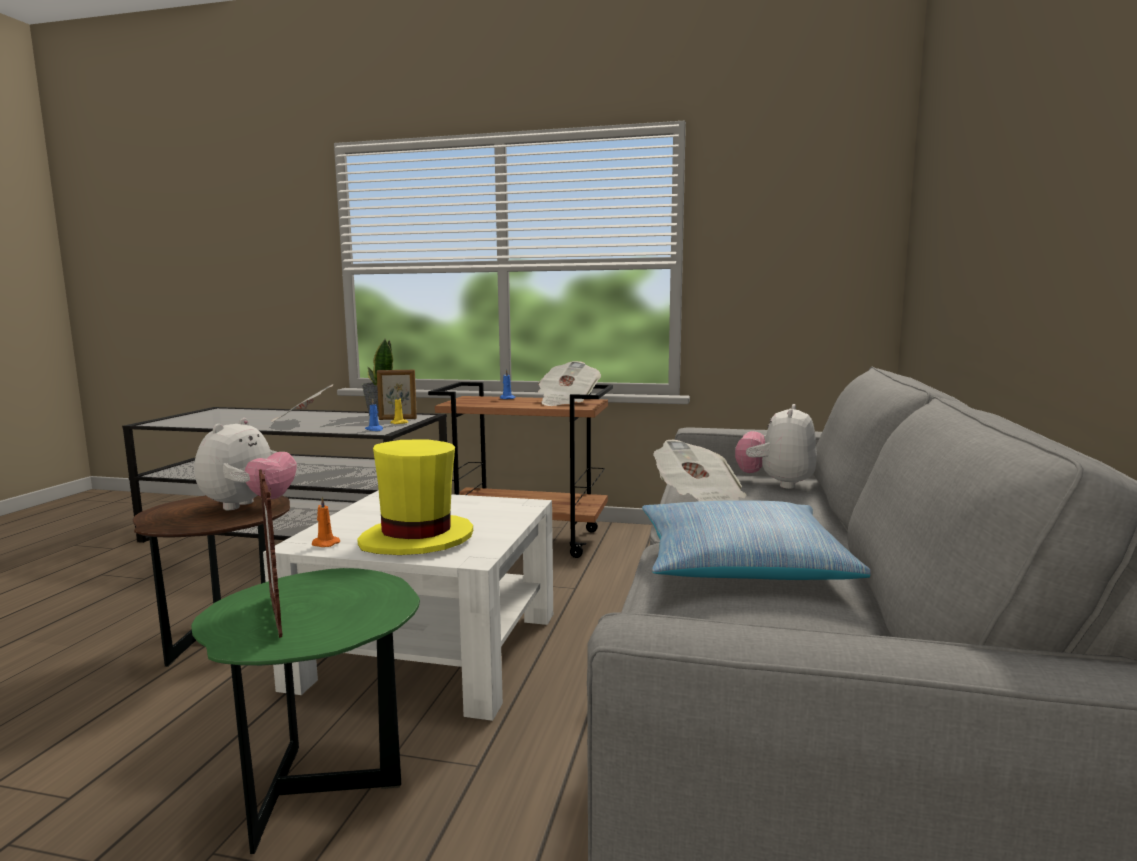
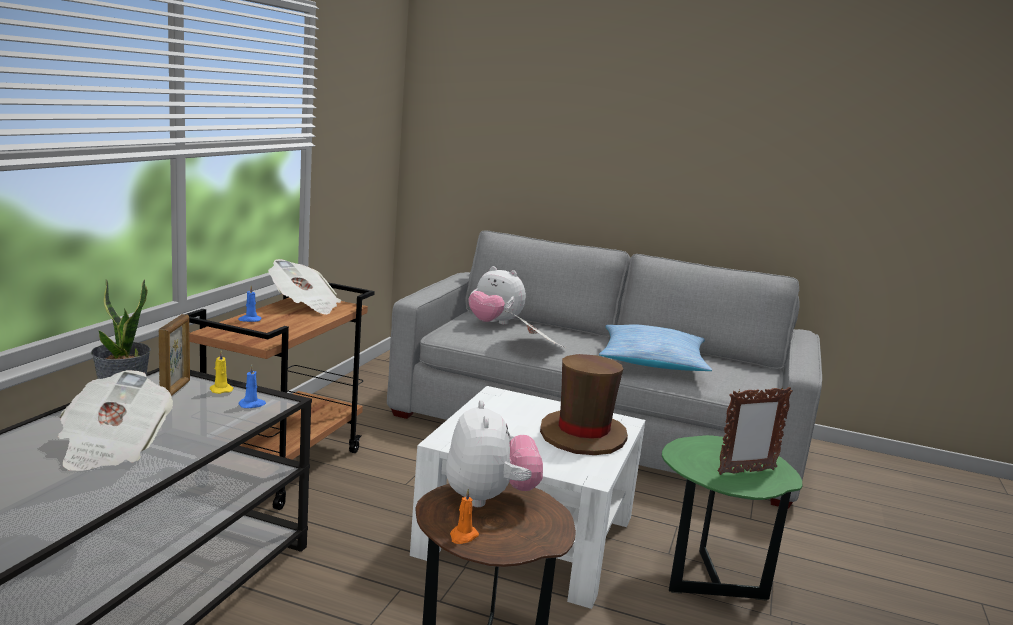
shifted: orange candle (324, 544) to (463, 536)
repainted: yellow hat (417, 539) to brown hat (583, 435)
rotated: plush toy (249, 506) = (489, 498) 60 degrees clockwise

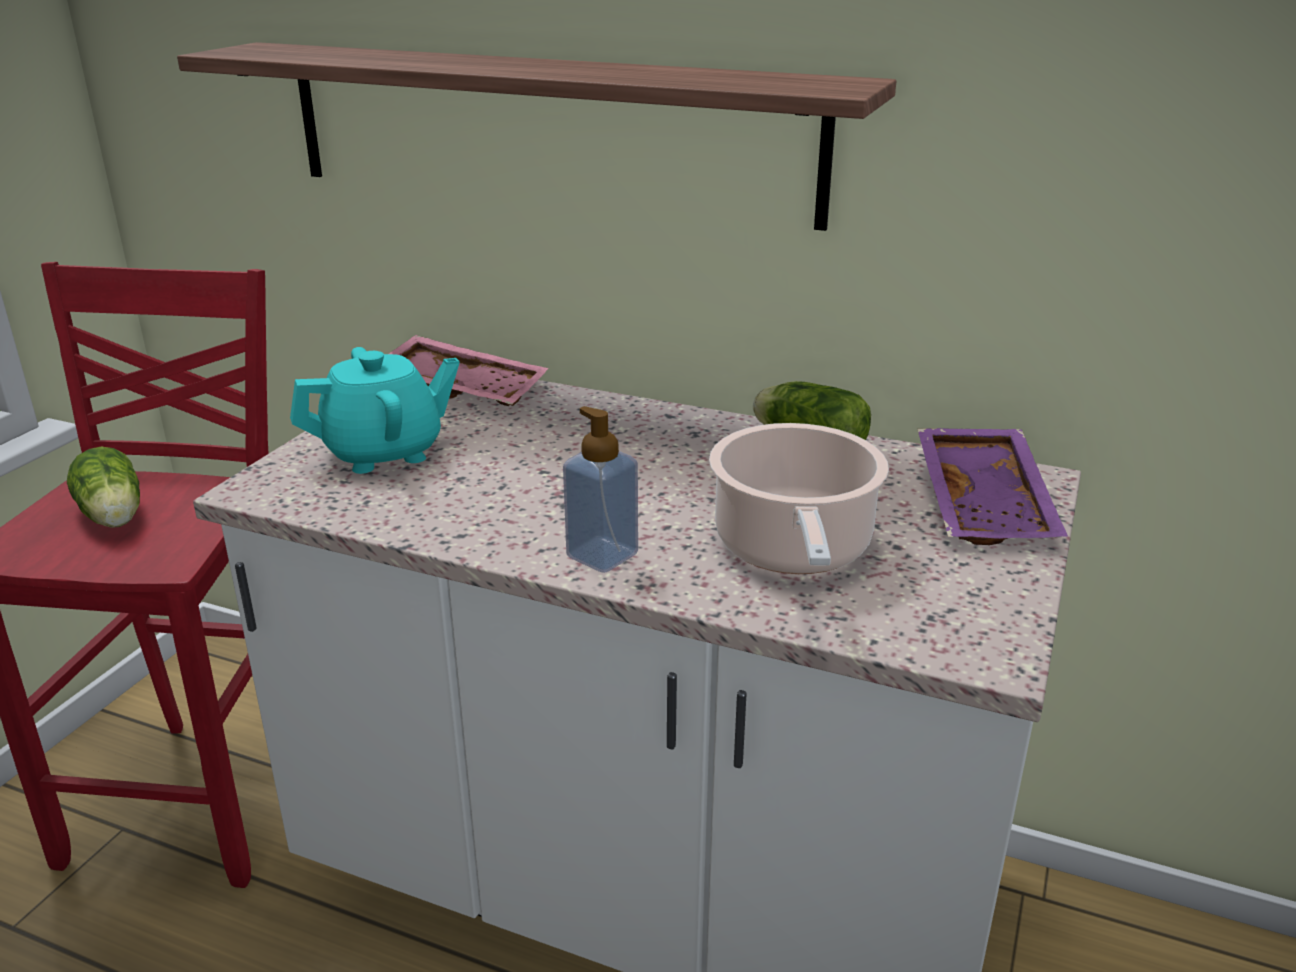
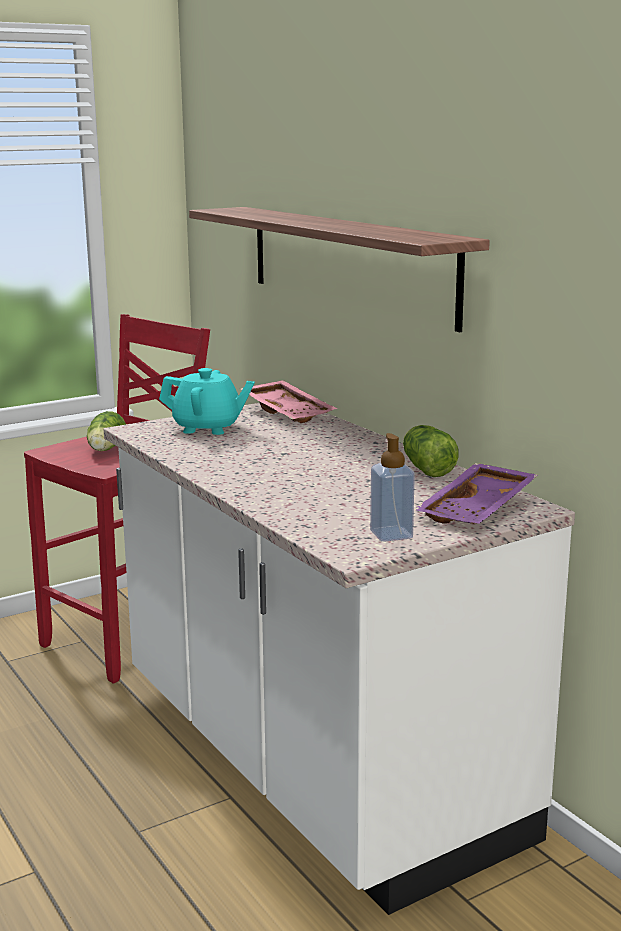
gone: cooking pot (793, 549)
shifted: soap dispenser (602, 555) to (391, 534)

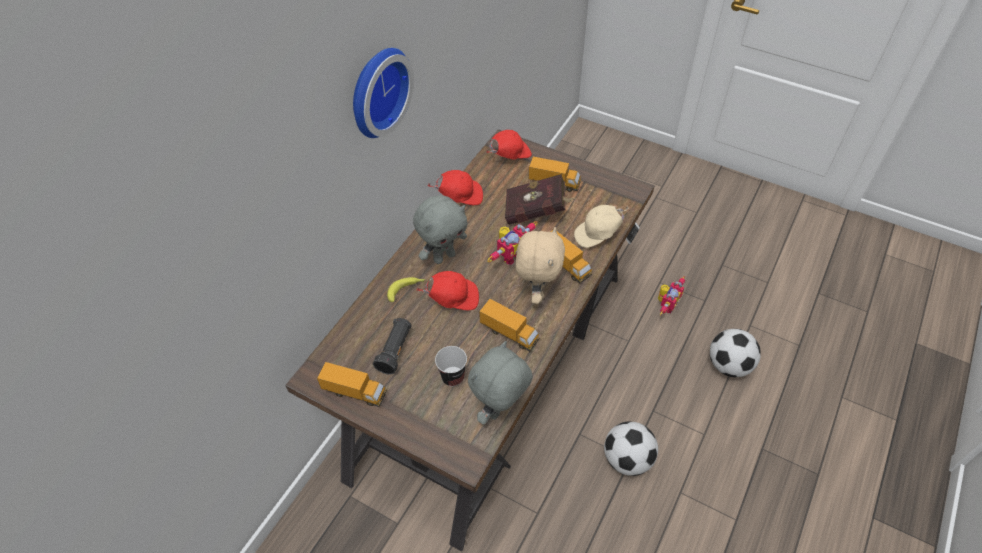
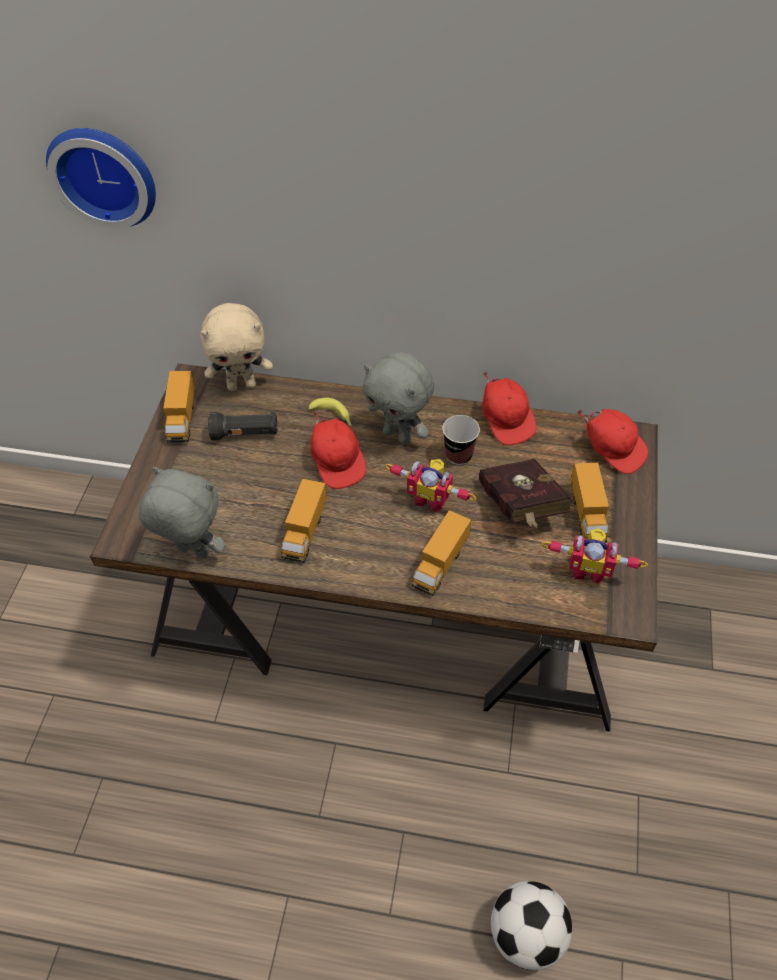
gone: beige cap (598, 235); football (627, 459)
shifted: wall clock (376, 91) to (105, 173); beige plush toy (537, 291) to (242, 385); toy robot (666, 305) to (588, 569); cup (453, 377) to (458, 455)

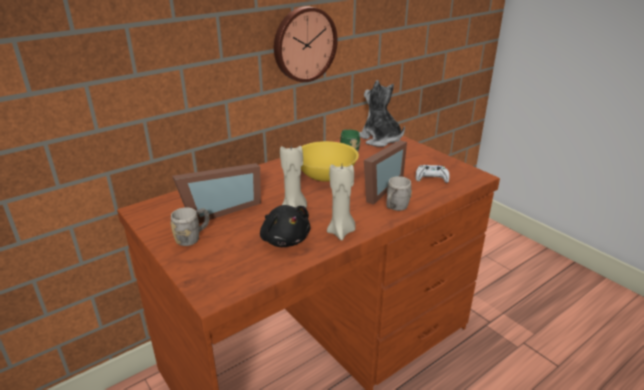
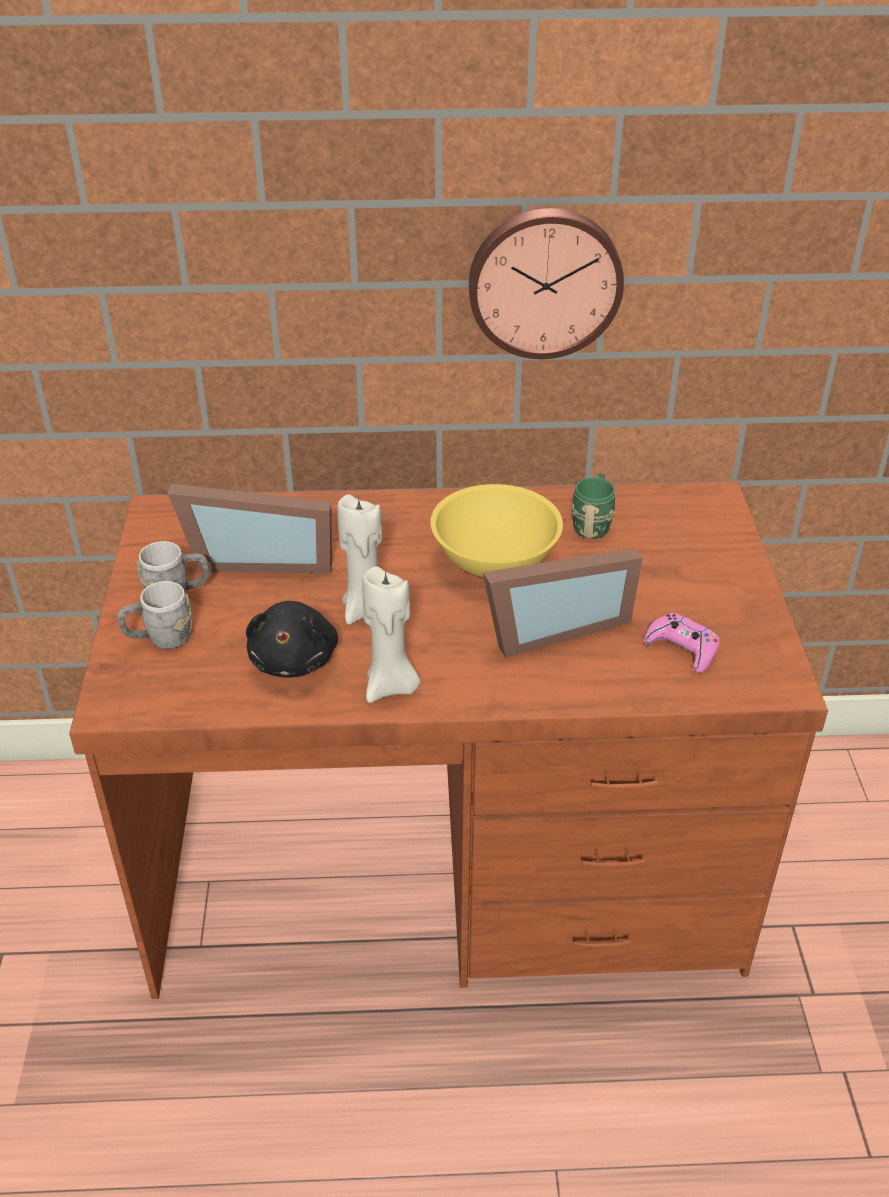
gone: plush toy (380, 139)
shifted: grey mug (395, 208) to (160, 639)
repainted: white game controller (431, 178) to pink game controller (682, 649)

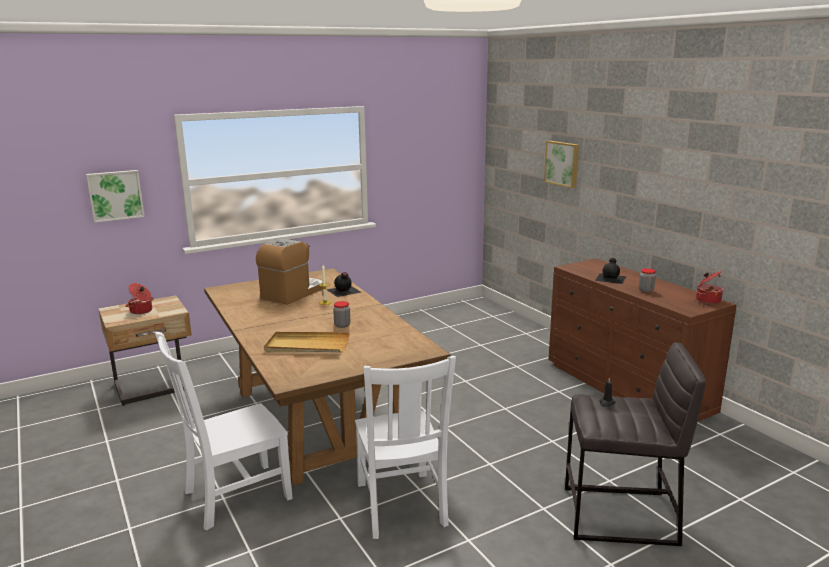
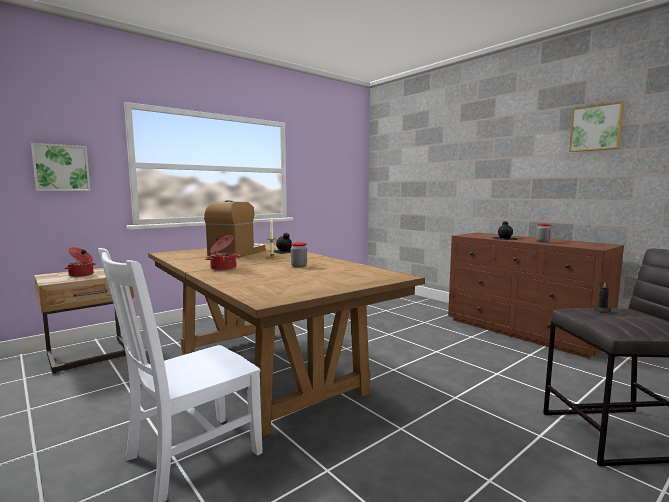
gone: beige tray (307, 346); white chair (401, 506)
shifted: picture (562, 163) to (596, 128); cooking pot (707, 300) to (223, 268)

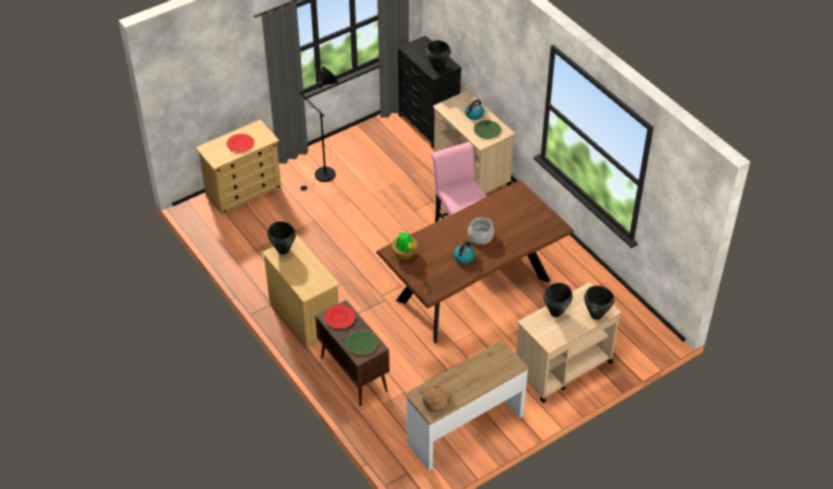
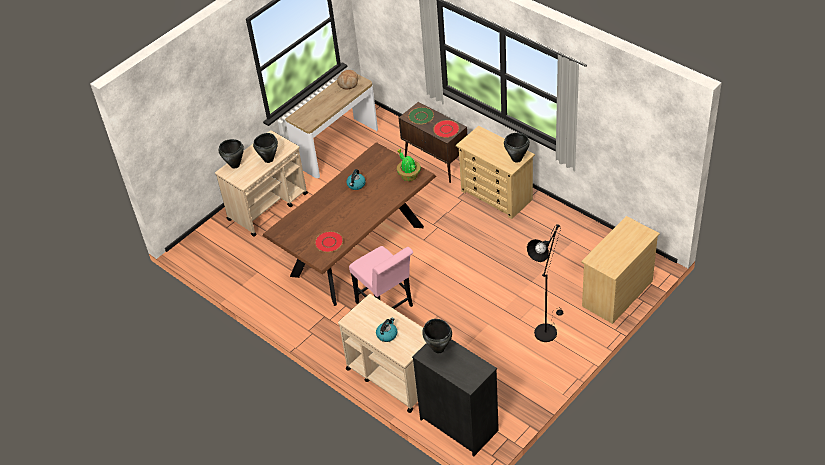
gone: green plate (487, 130); cooking pot (480, 236)
shifted: red plate (240, 143) to (329, 242)

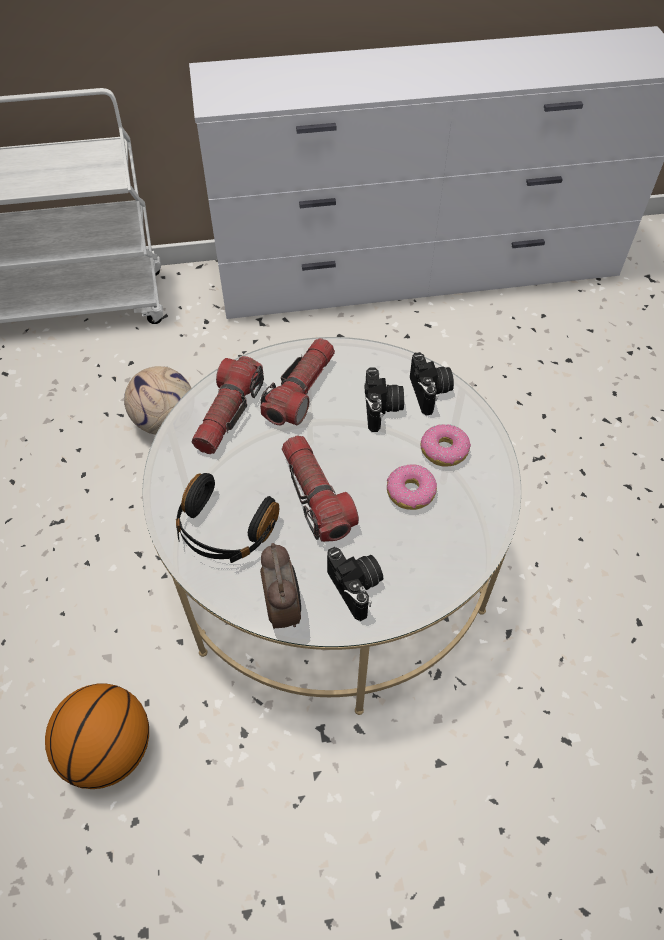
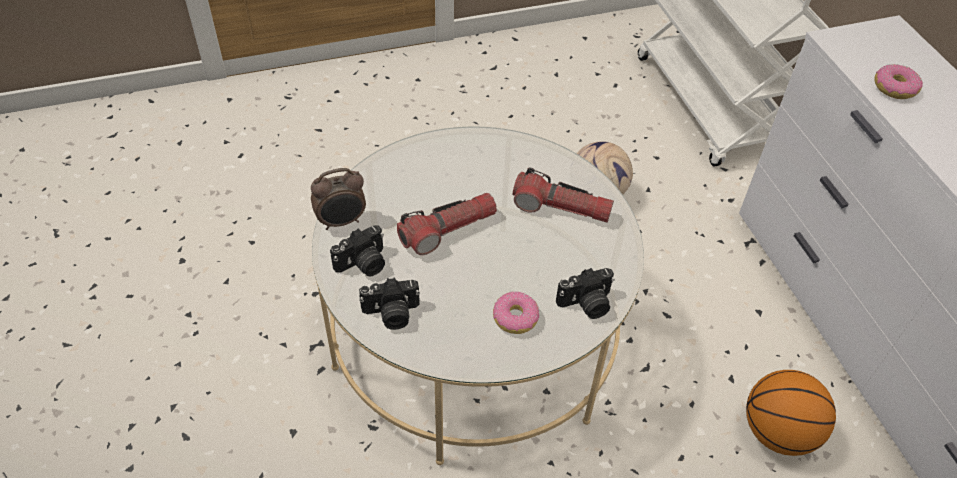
gone: flashlight (228, 414); black headphones (224, 530)
shifted: photo camera (382, 409) to (391, 314); donut (410, 492) to (894, 88); basketball (110, 748) to (778, 432)

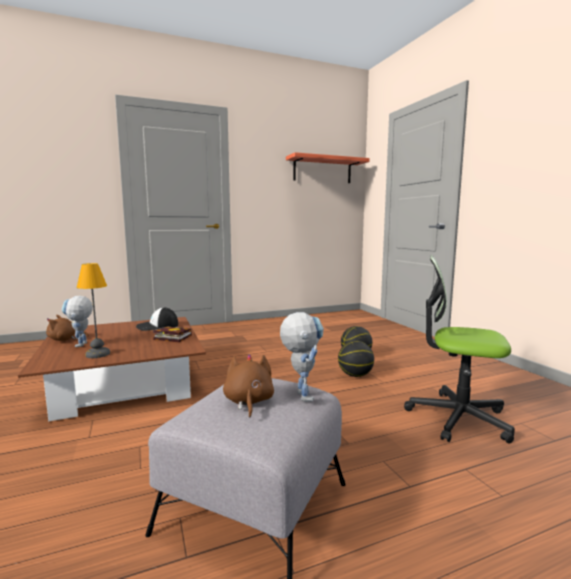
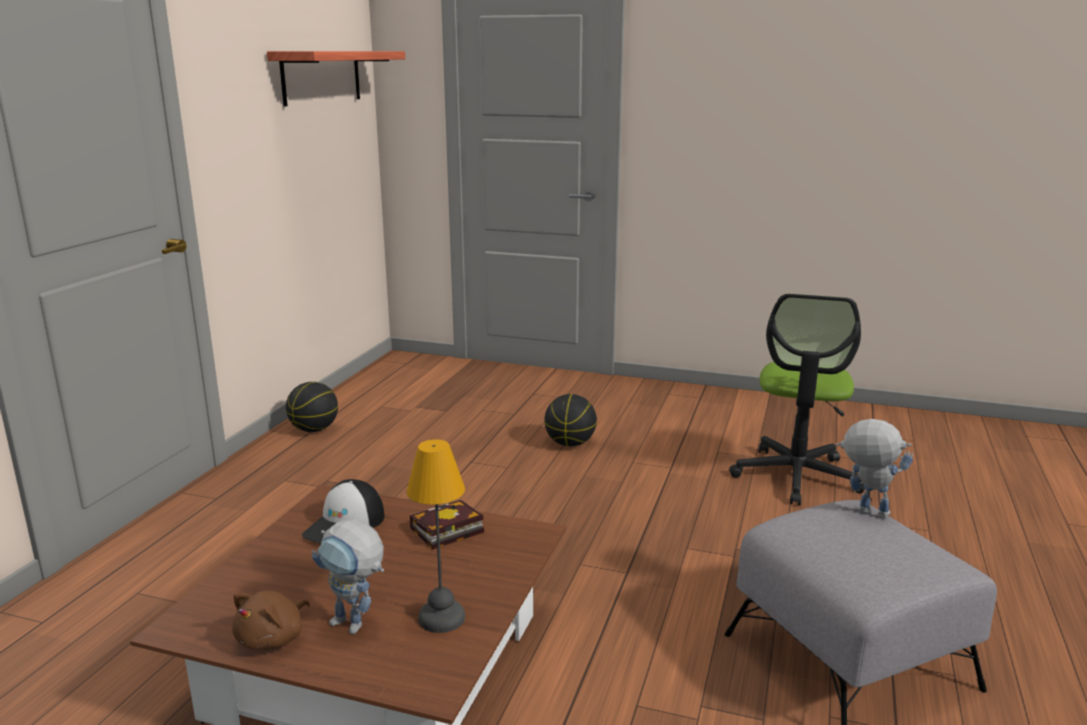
gone: brown plush toy (248, 402)
shifted: basketball (355, 375) to (314, 429)
rotated: office chair (458, 418) = (796, 476) 45 degrees counterclockwise

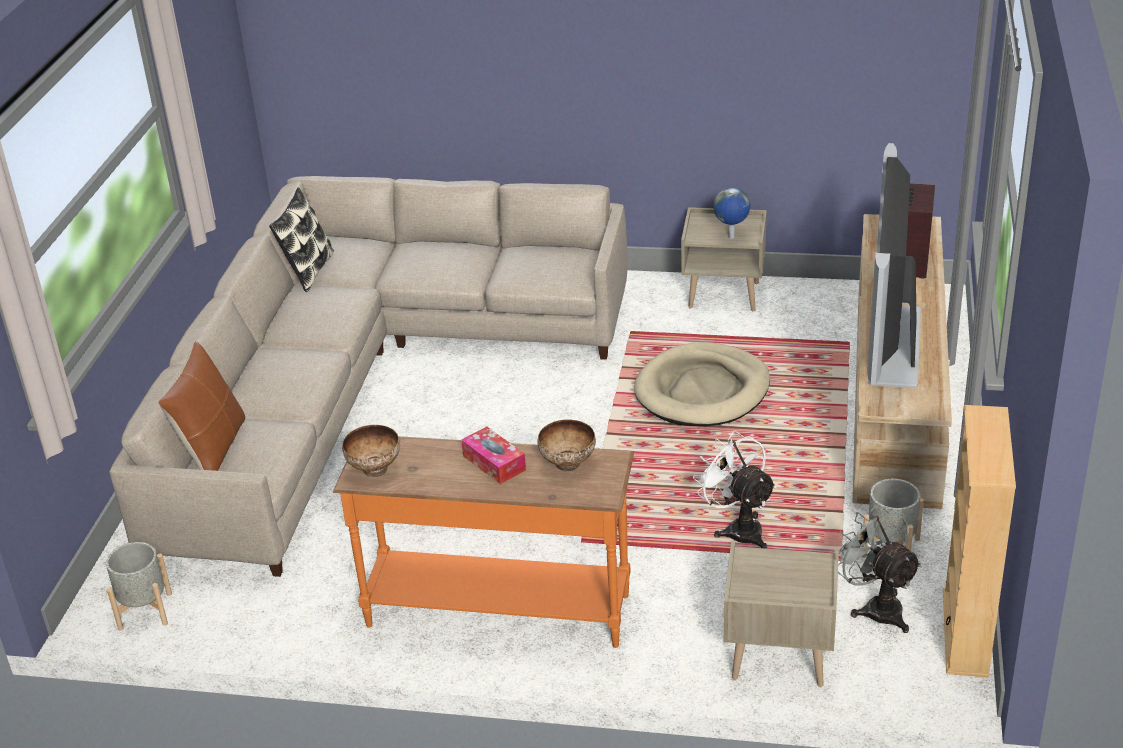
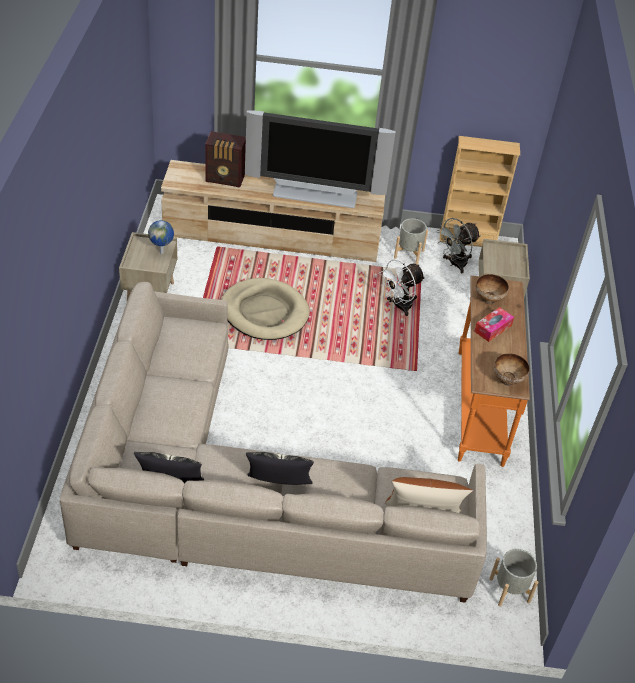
new: pillow (278, 487)

